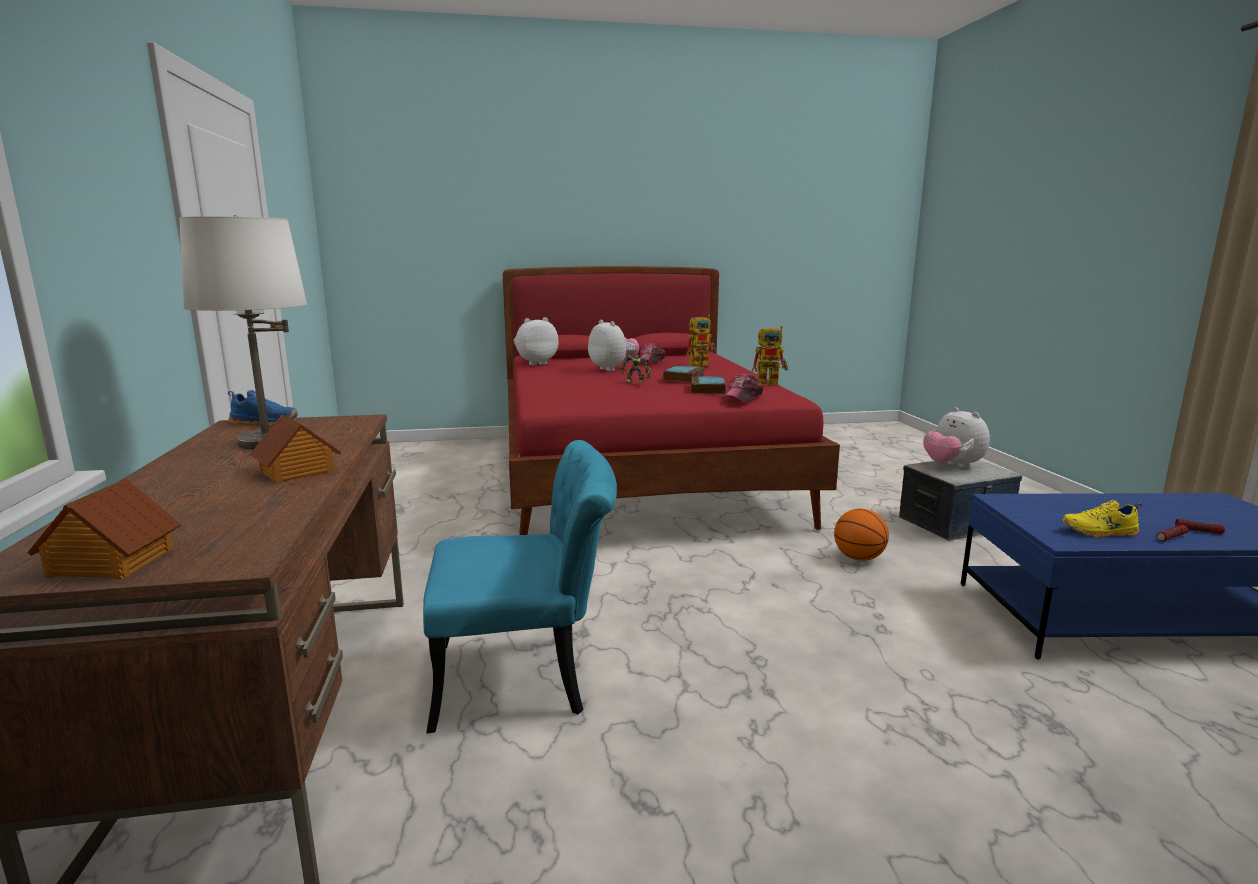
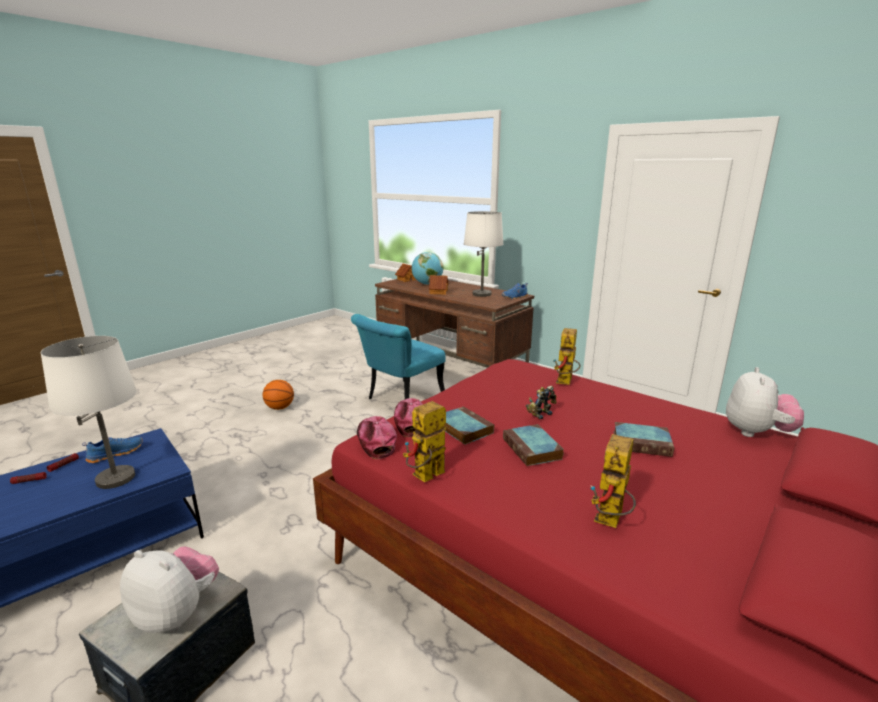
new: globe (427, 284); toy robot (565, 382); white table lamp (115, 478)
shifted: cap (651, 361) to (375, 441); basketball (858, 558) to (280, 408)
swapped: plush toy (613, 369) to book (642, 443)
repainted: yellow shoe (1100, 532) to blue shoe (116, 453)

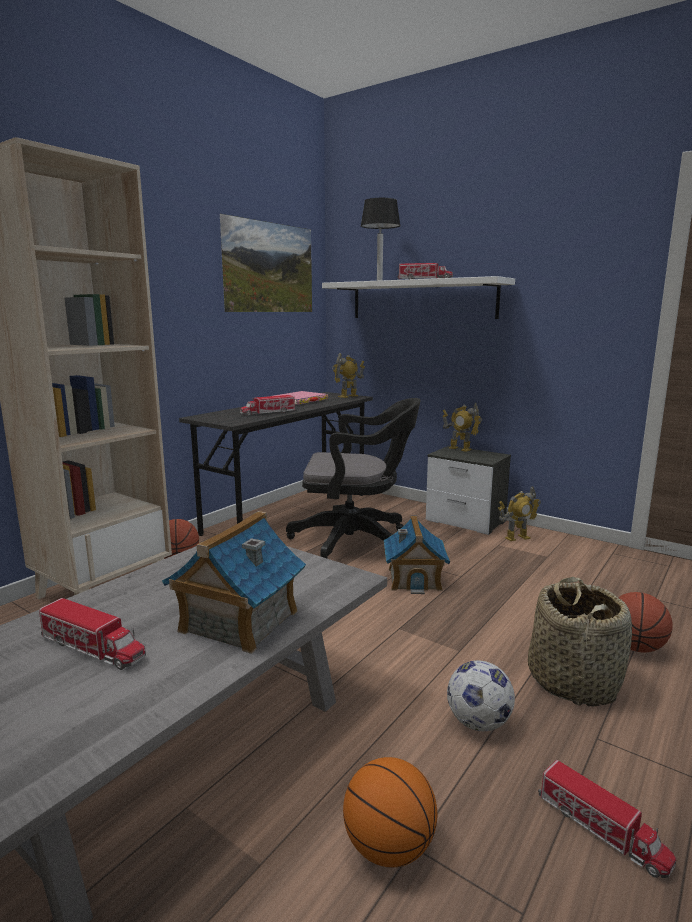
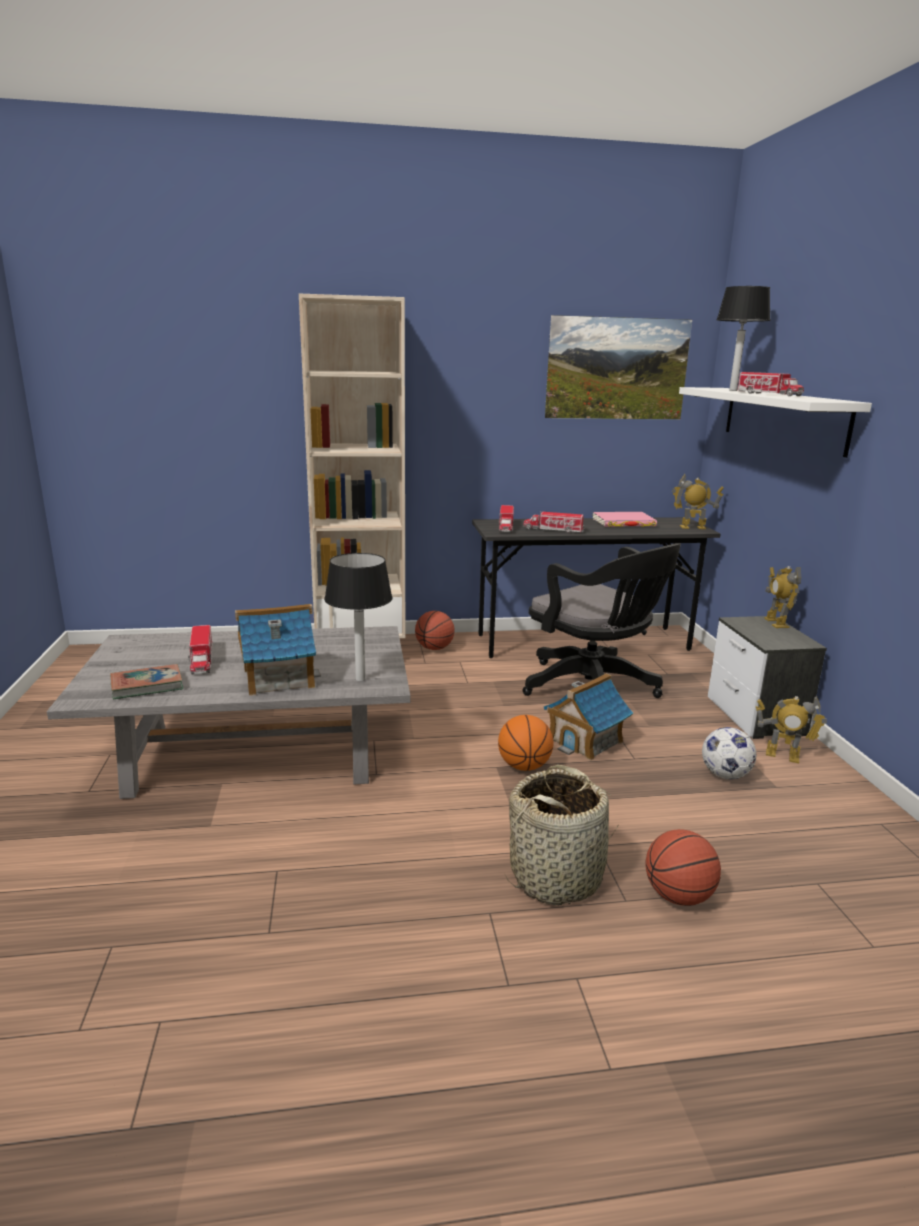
new: table lamp (361, 679); book (147, 686)
shifted: football (478, 722) to (725, 775); basketball (389, 847) to (524, 766); toy truck (601, 830) to (506, 527)

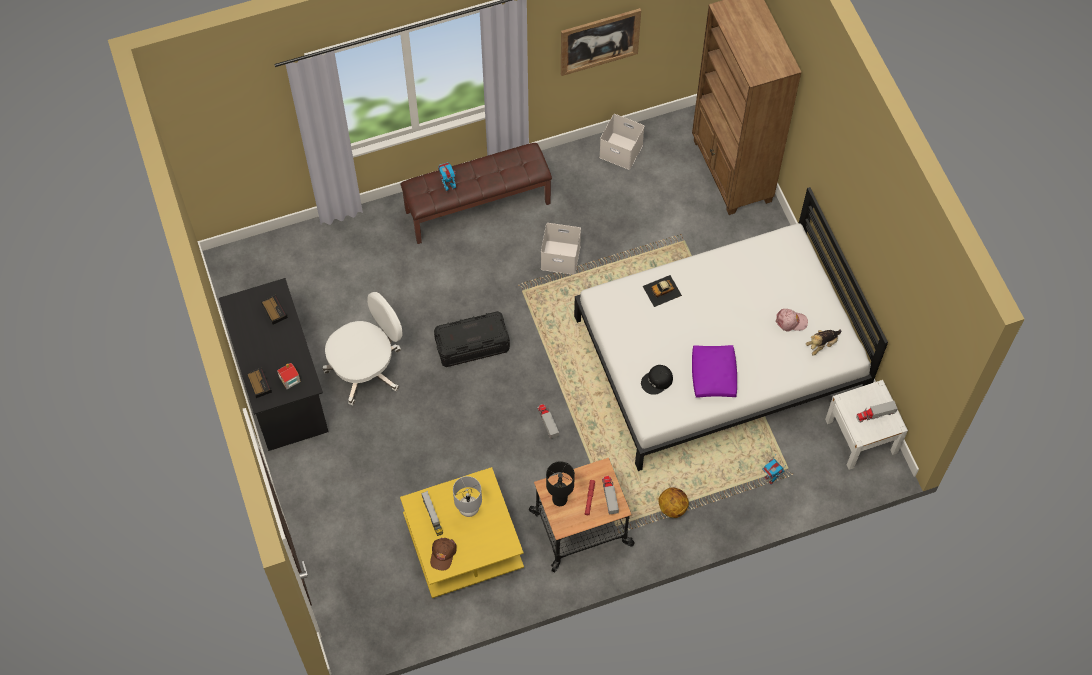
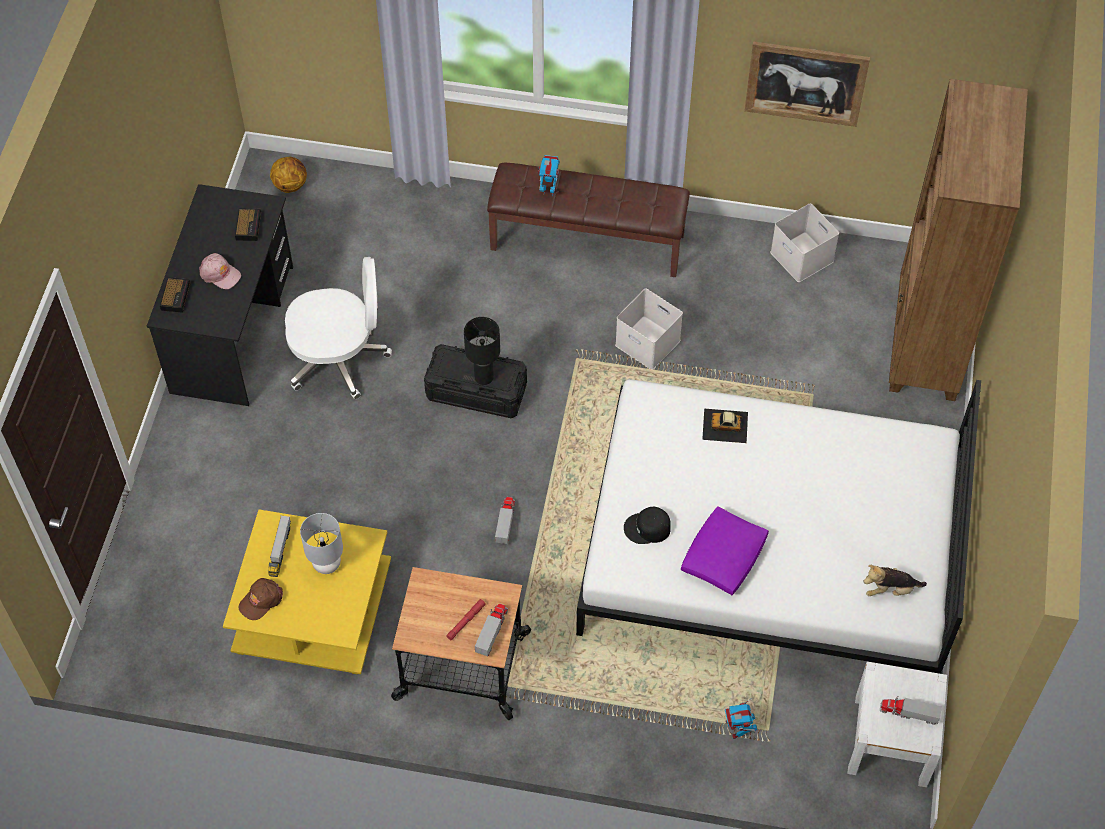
gone: toy house (289, 379)
shifted: pink cap (791, 321) to (220, 274); black table lamp (559, 499) to (484, 377); basketball (672, 507) to (290, 185)

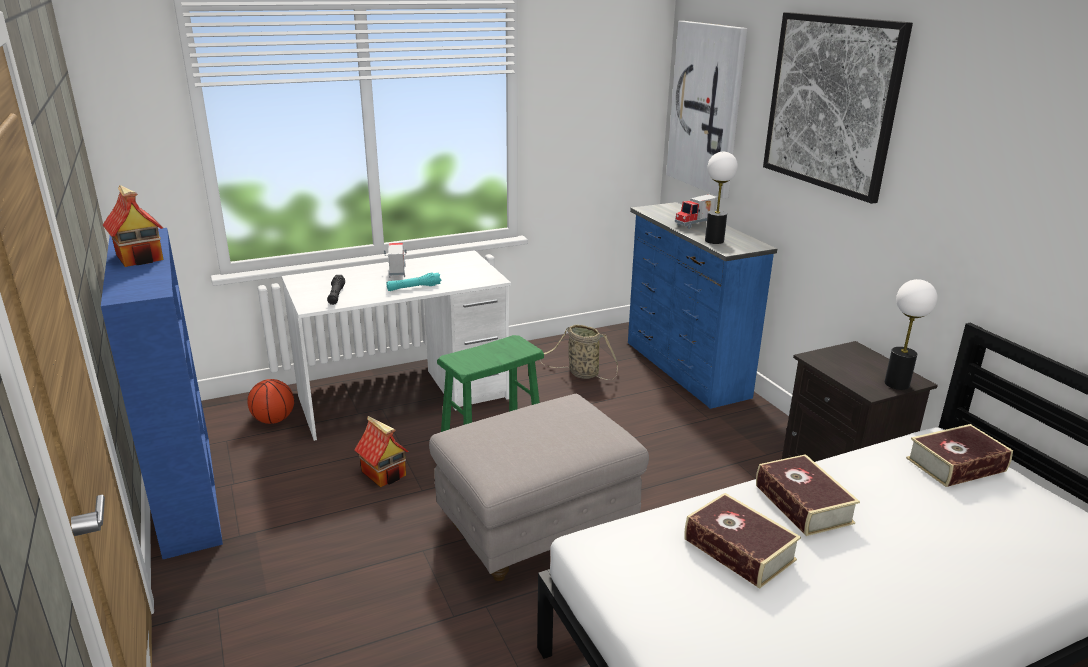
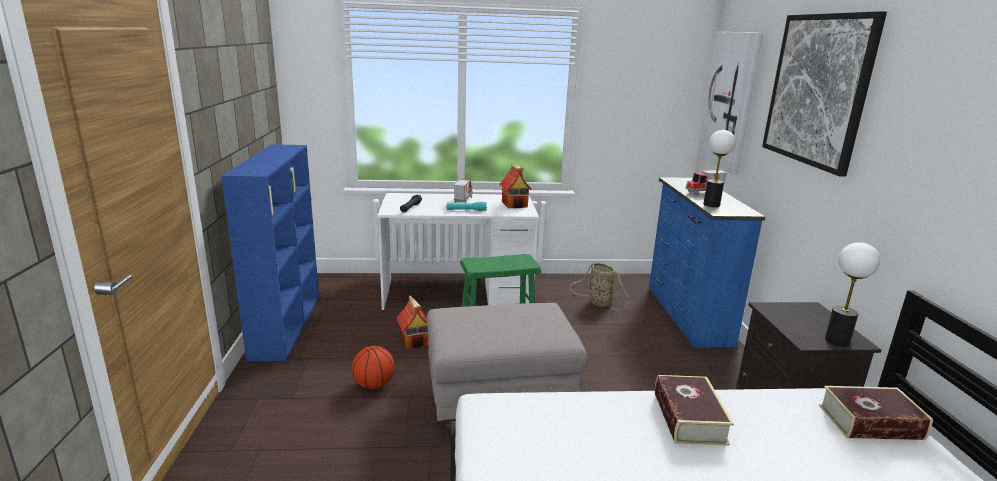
gone: book (739, 549)
shifted: toy house (141, 257) to (515, 204); basketball (273, 420) to (374, 385)

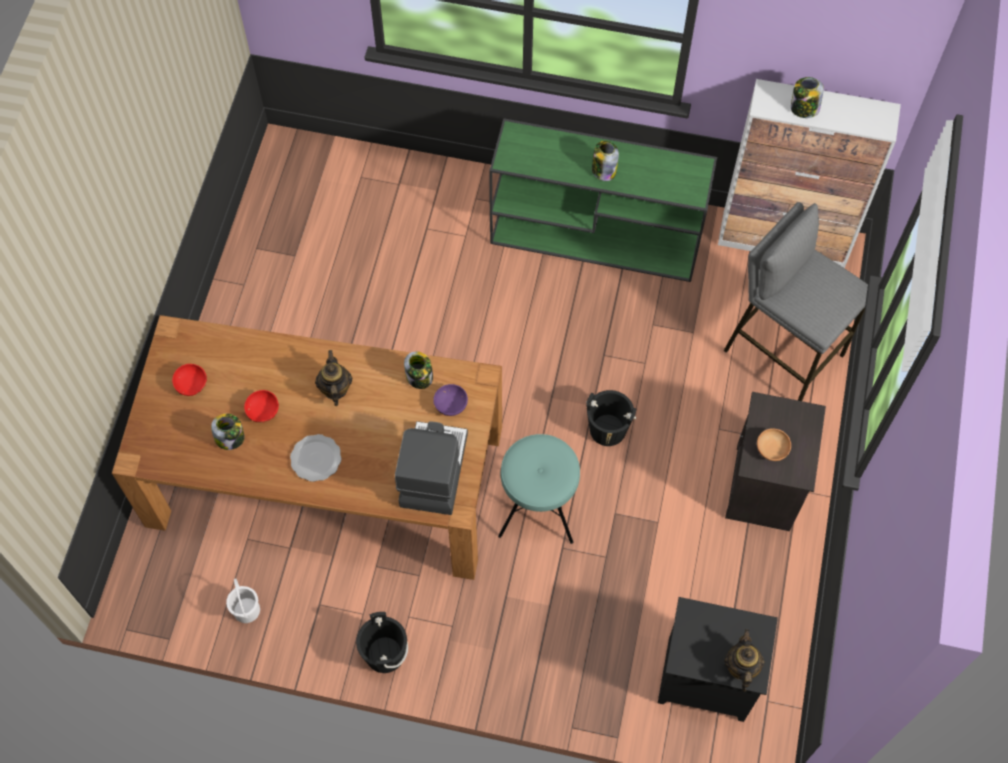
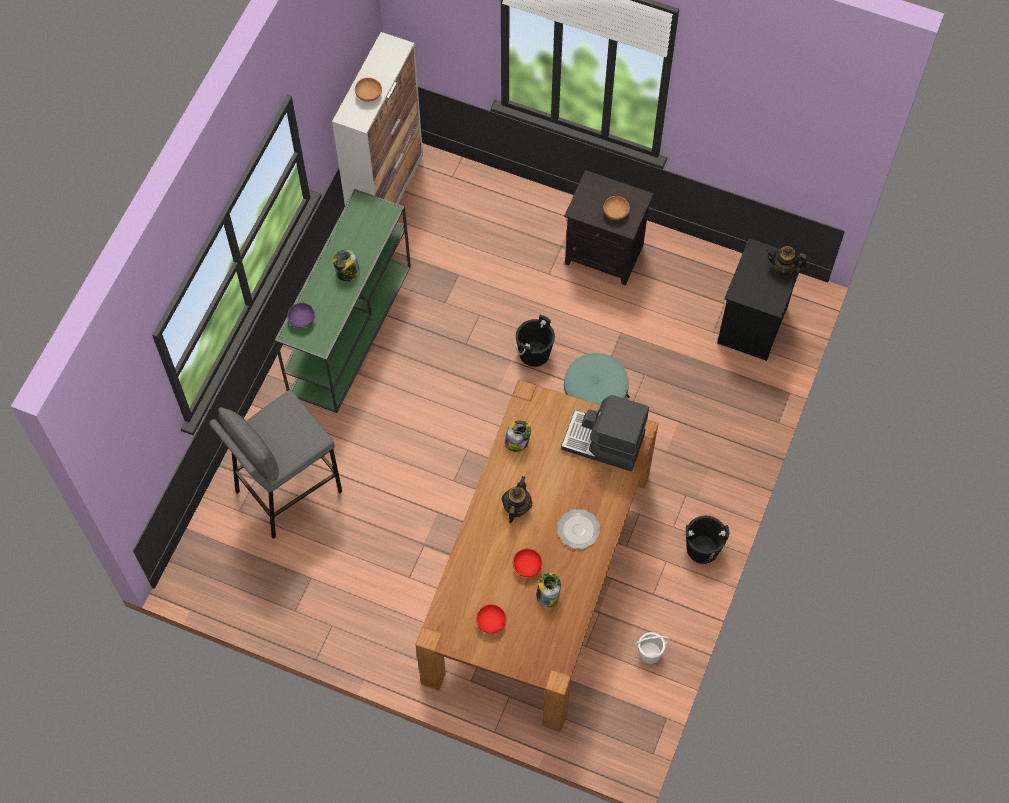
shifted: grey stool (783, 353) to (287, 490); purple bowl (450, 404) to (301, 320)
swapped: jar (804, 108) to brown bowl (369, 95)
rotated: teapot (335, 389) = (516, 507) 105 degrees clockwise

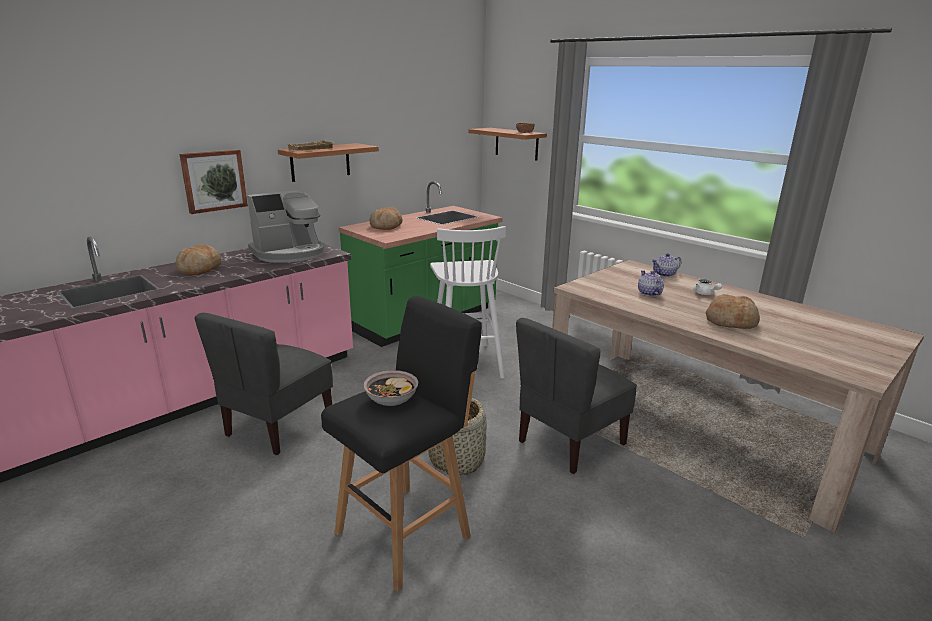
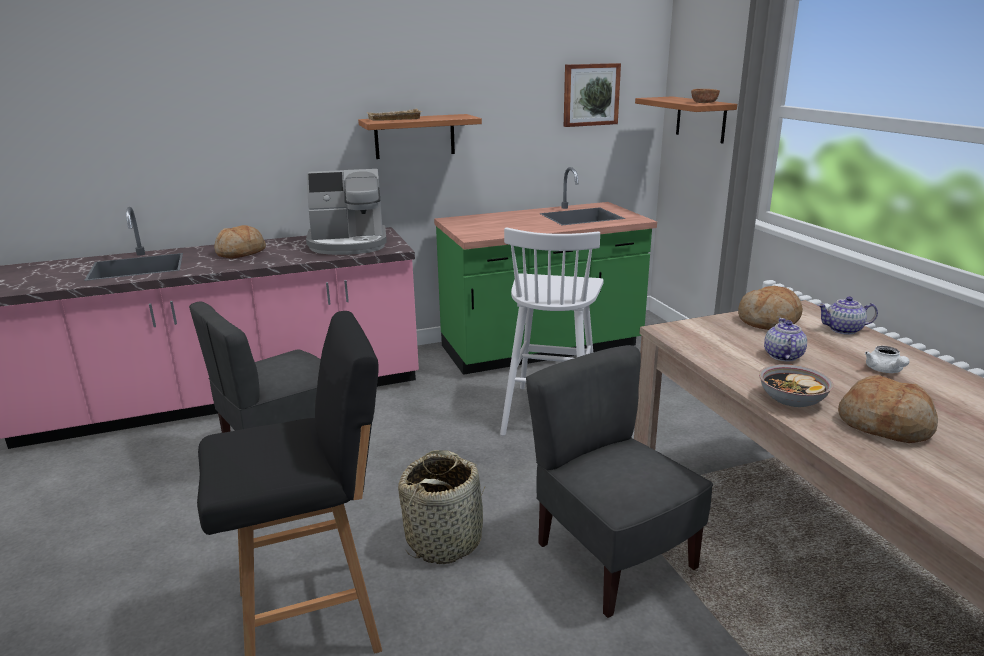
shifted: picture (214, 180) to (590, 94); bread (386, 226) to (769, 321); bowl (391, 399) to (792, 399)
rotated: grey chair (570, 442) = (613, 557) 75 degrees clockwise

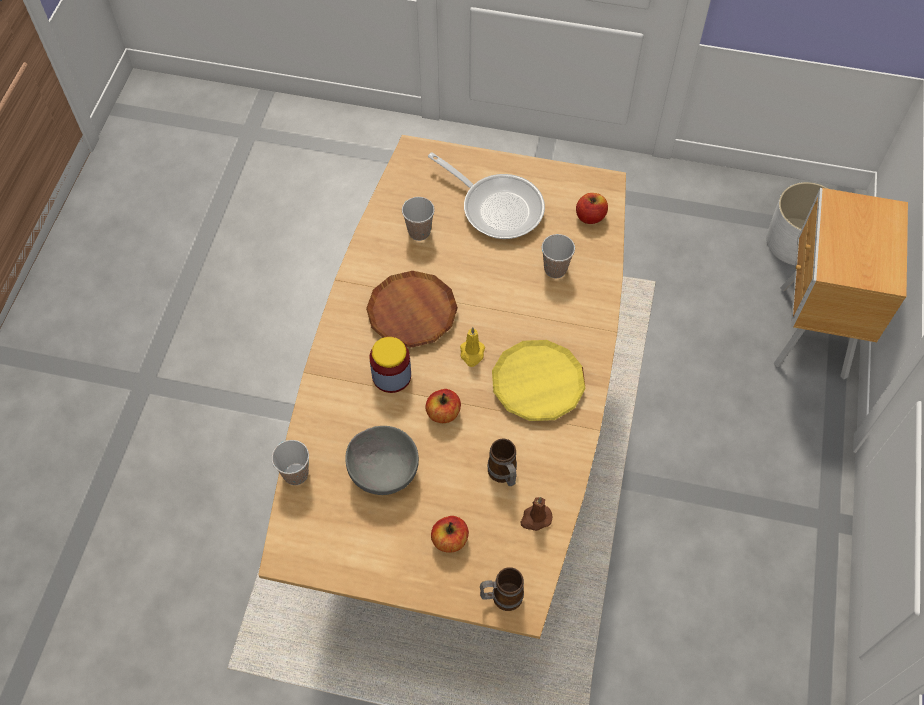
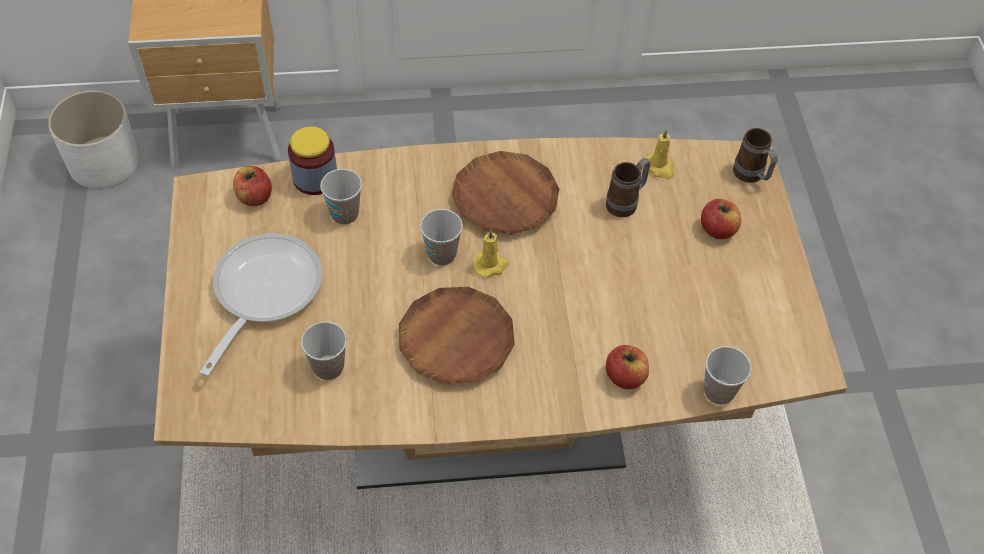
gone: grey bowl (383, 469)
new: cup (442, 254)
shifted: jar (391, 376) to (315, 178); apple (443, 413) to (625, 376)
repainted: yellow plate (537, 383) to brown plate (505, 198); brown candle (535, 518) to yellow candle (659, 168)

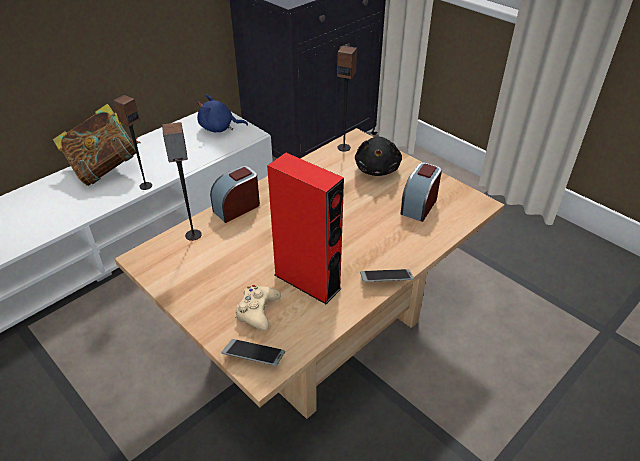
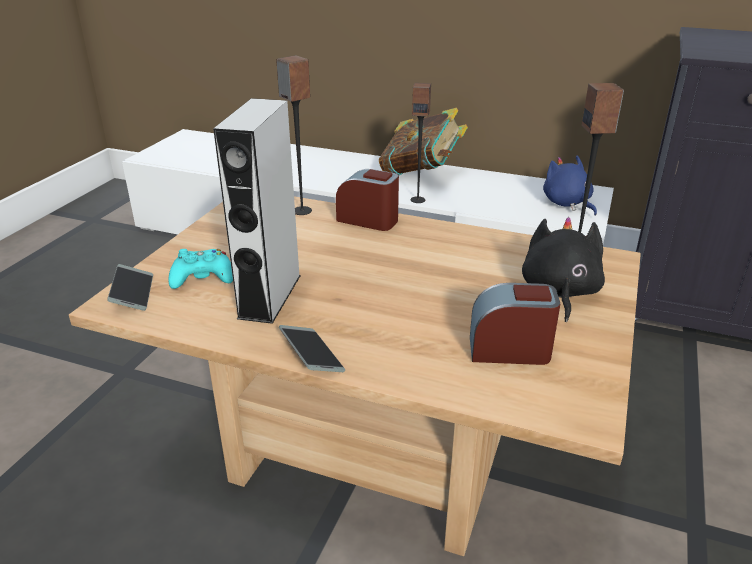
repainted: red speaker (307, 281) to grey speaker (270, 296); beige game controller (257, 311) to turquoise game controller (202, 277)
rotated: black plush toy (377, 169) = (559, 292) 120 degrees clockwise

